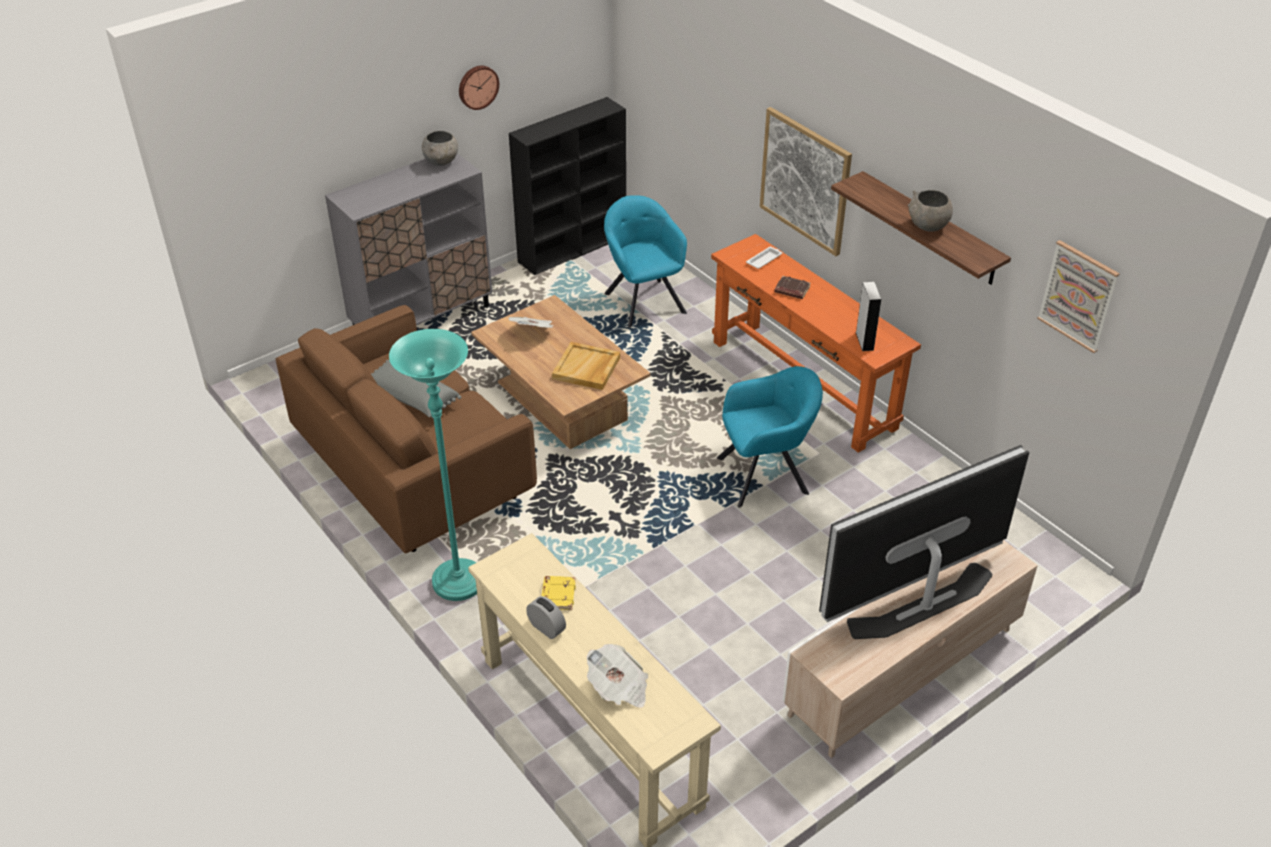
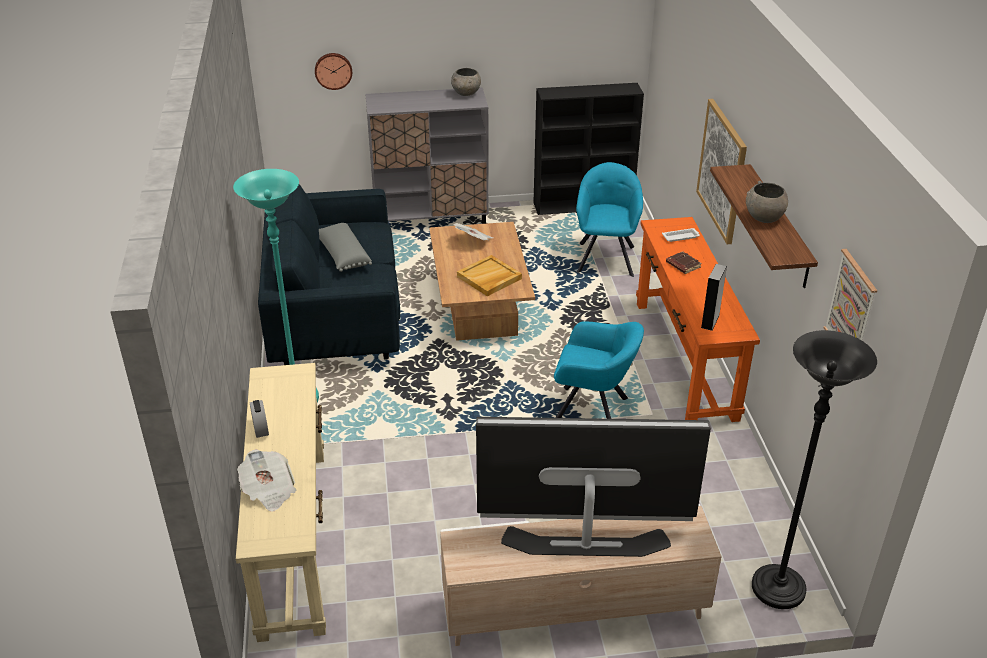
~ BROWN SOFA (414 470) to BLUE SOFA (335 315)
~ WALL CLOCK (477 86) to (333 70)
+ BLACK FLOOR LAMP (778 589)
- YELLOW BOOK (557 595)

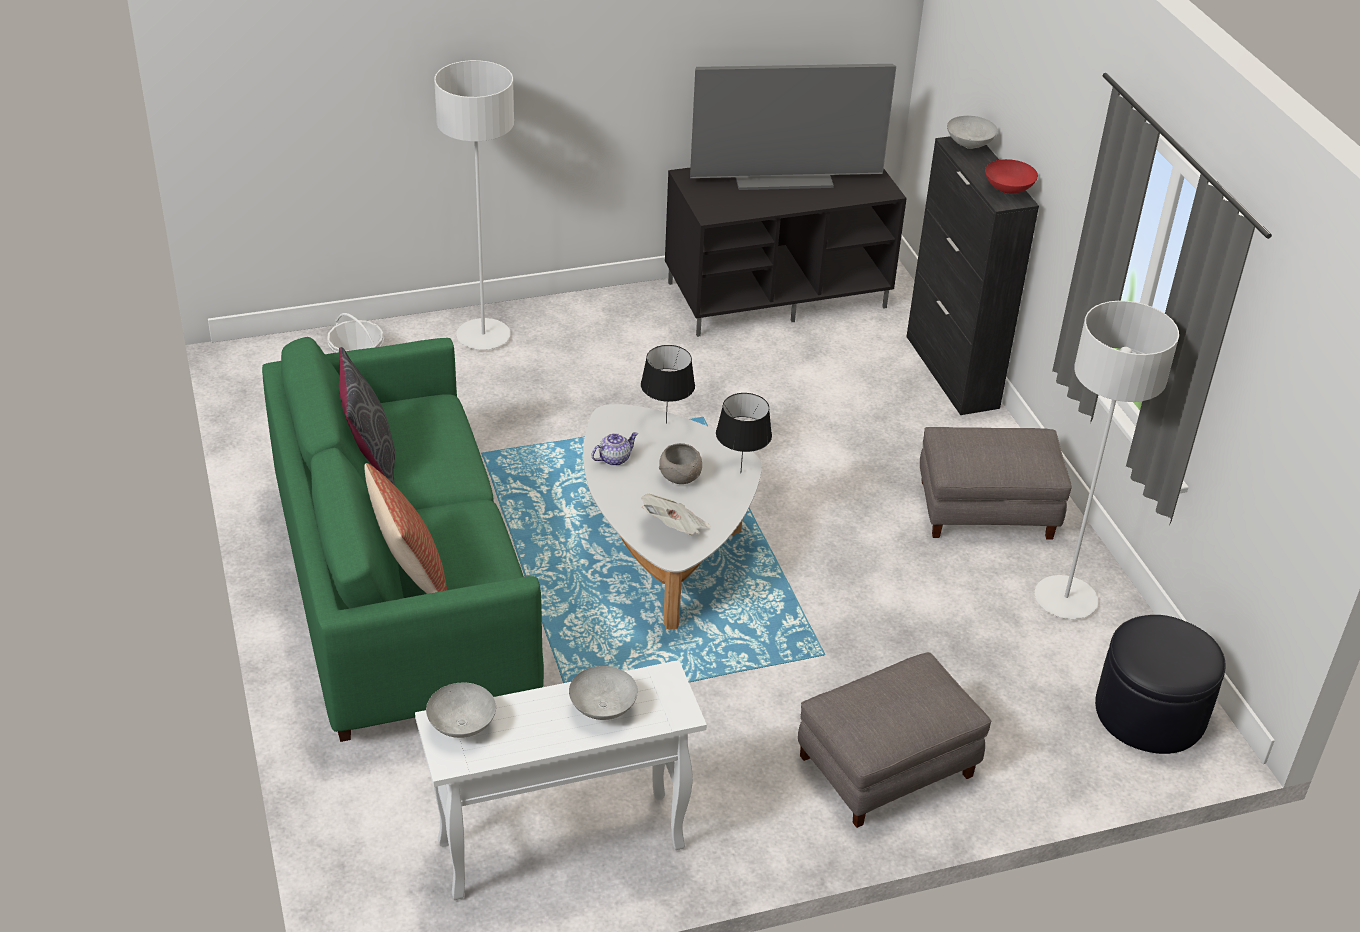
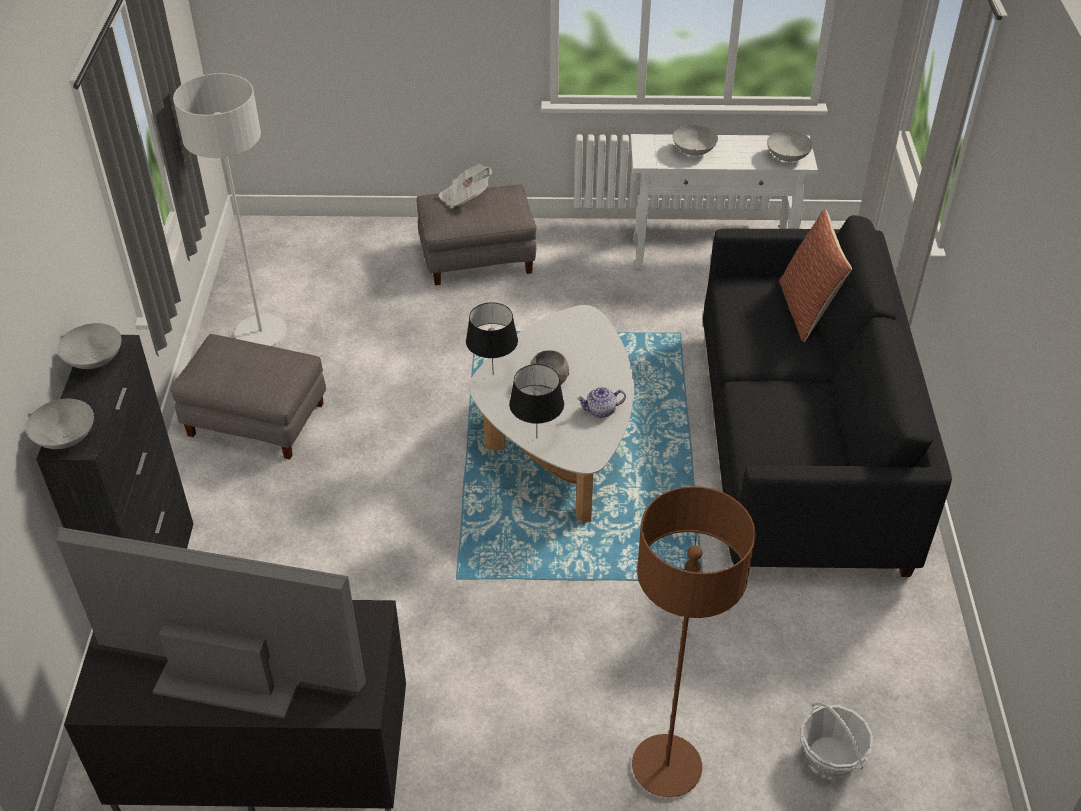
~ RED BOWL (1008 189) to GREY BOWL (94 361)
~ NEWSPAPER (675 529) to (465 197)
~ GREY FLOOR LAMP (483 336) to BROWN FLOOR LAMP (666 767)
~ GREEN SOFA (401 591) to BLACK SOFA (800 448)
- GREY PILLOW (371 461)
- BLACK OTTOMAN (1150 713)

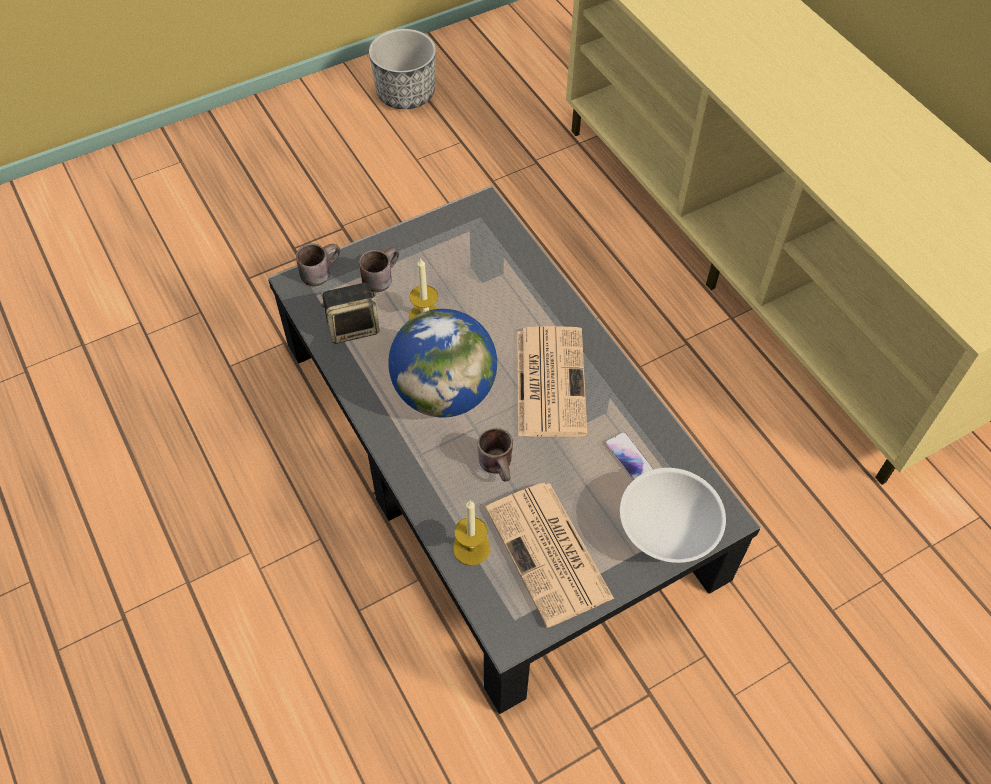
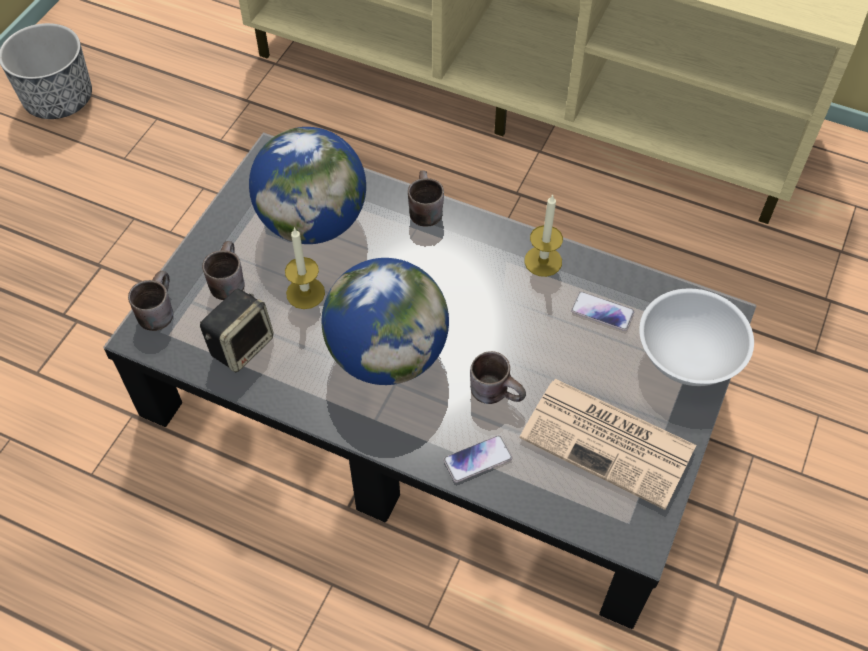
+ GLOBE (313 222)
+ BROWN MUG (422 209)
+ PHONE (477 459)
~ CANDLE (471 548) to (543 261)
- NEWSPAPER (549 380)

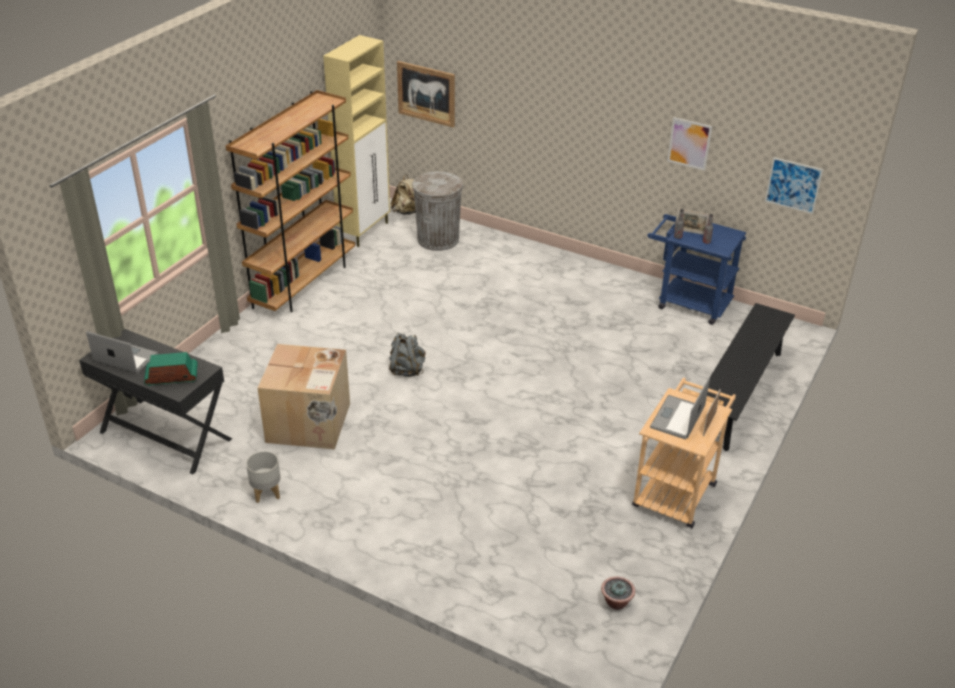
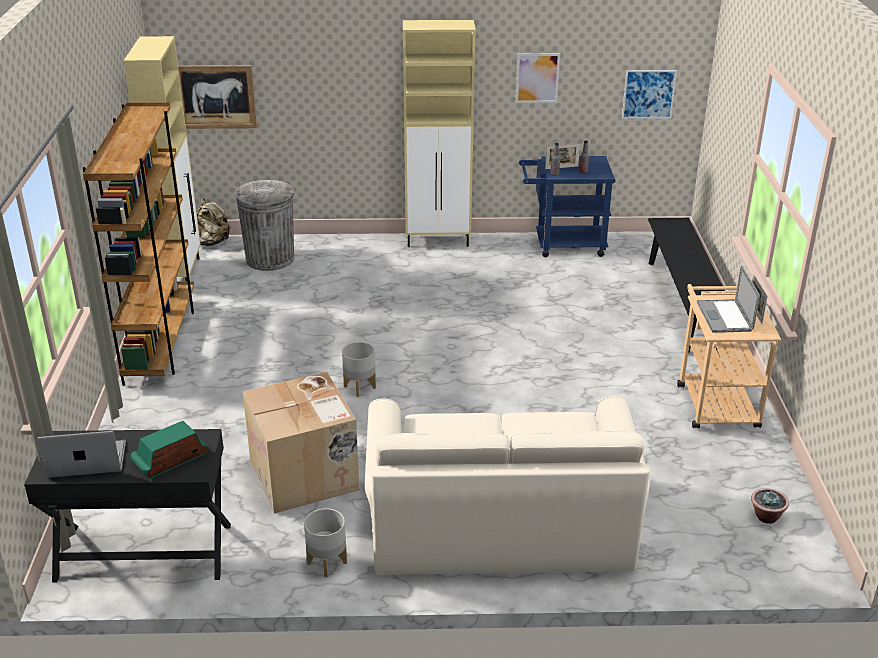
~ GREY BACKPACK (407 370) to GREY PLANTER (359 387)
+ BEIGE SOFA (499 520)
+ BEIGE CABINET (438 241)

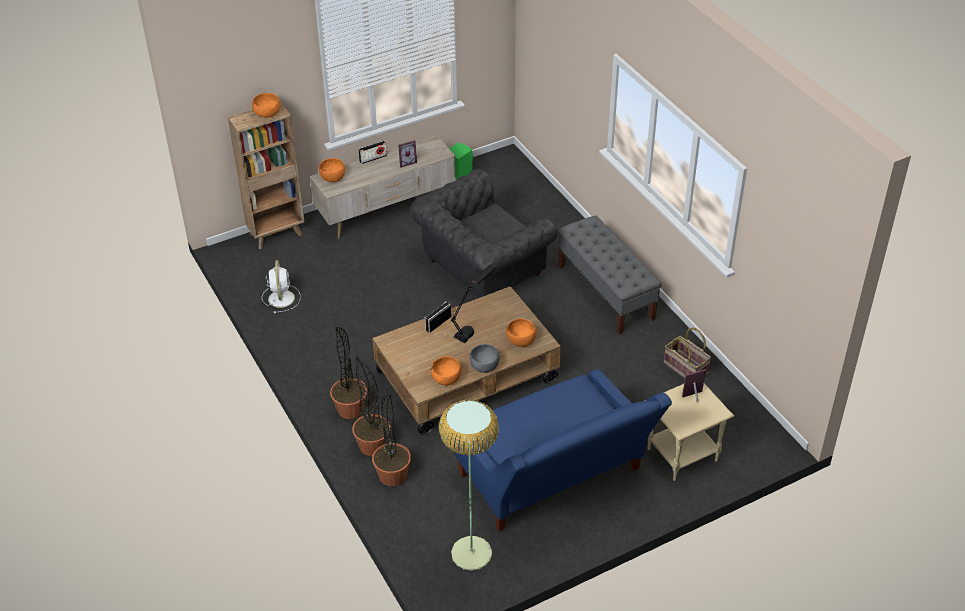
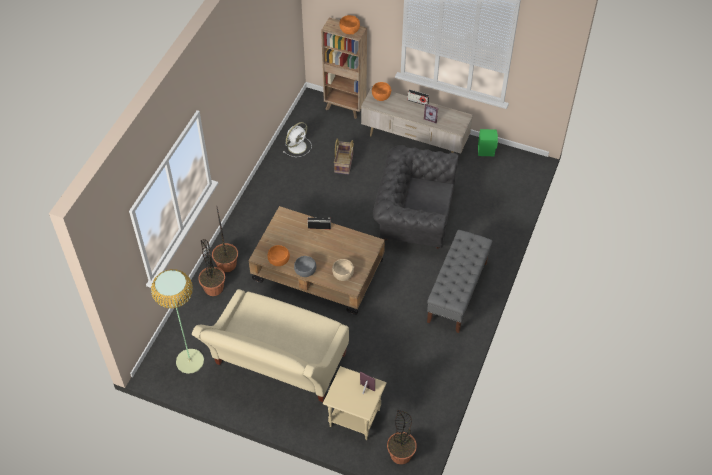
~ BLUE SOFA (555 479) to BEIGE SOFA (277 365)
~ ORANGE BOWL (521 341) to BEIGE BOWL (343 275)
~ BASKET (686 368) to (344 163)
~ POTTED PLANT (350 409) to (401 454)
- BLACK TABLE LAMP (473 327)

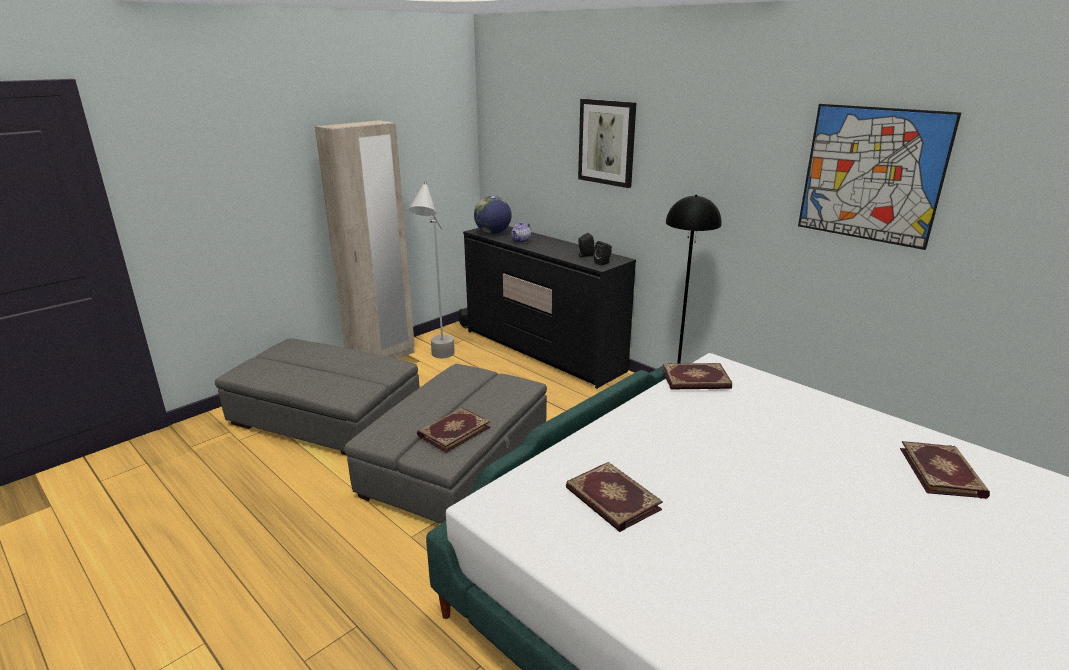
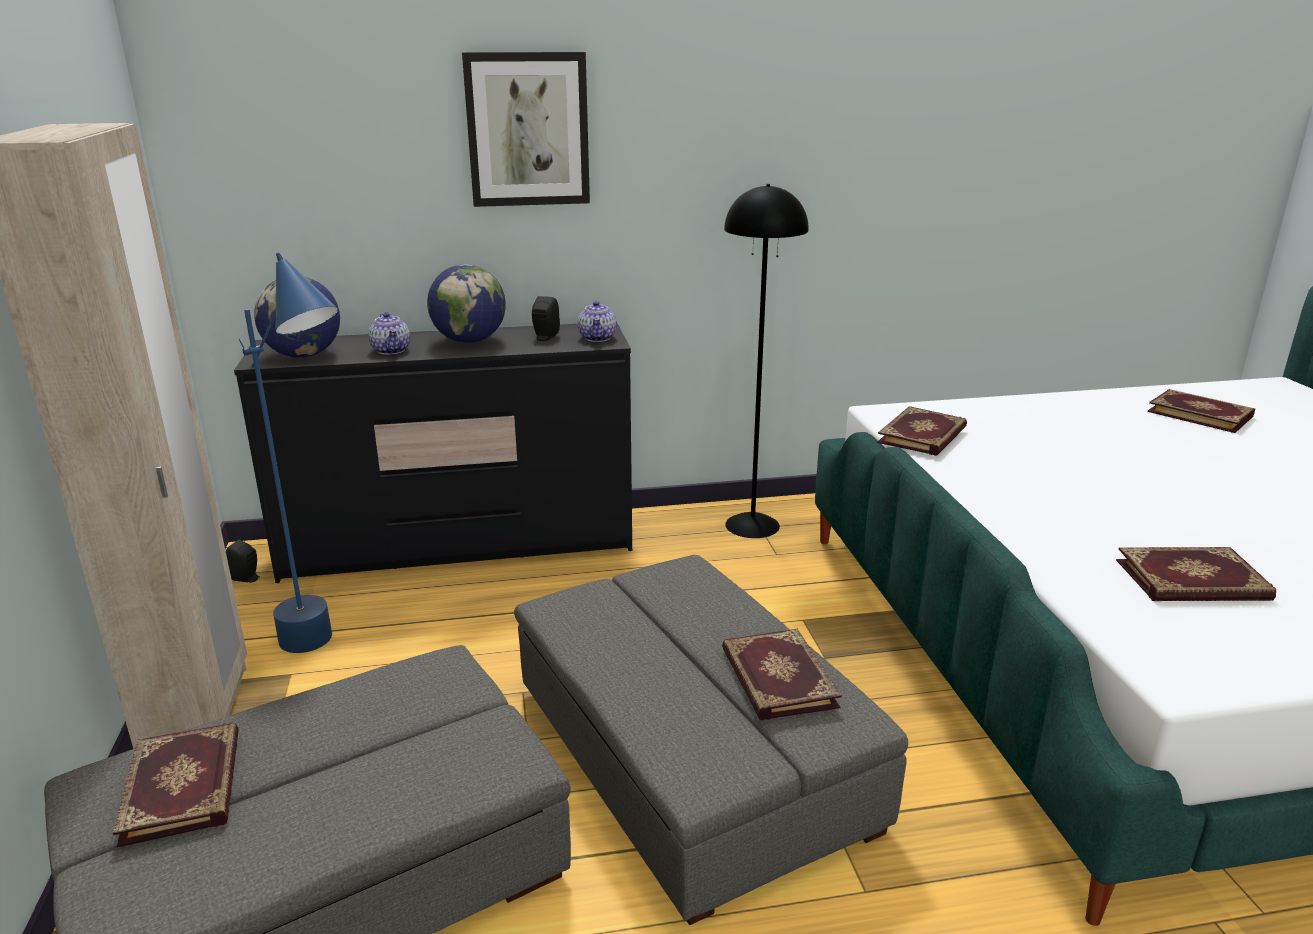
+ BOOK (185 786)
~ GREY FLOOR LAMP (439 362) to BLUE FLOOR LAMP (331 654)
+ GLOBE (469 341)
~ BLACK SPEAKER (603 263) to TEAPOT (598 338)
- PICTURE (871 174)

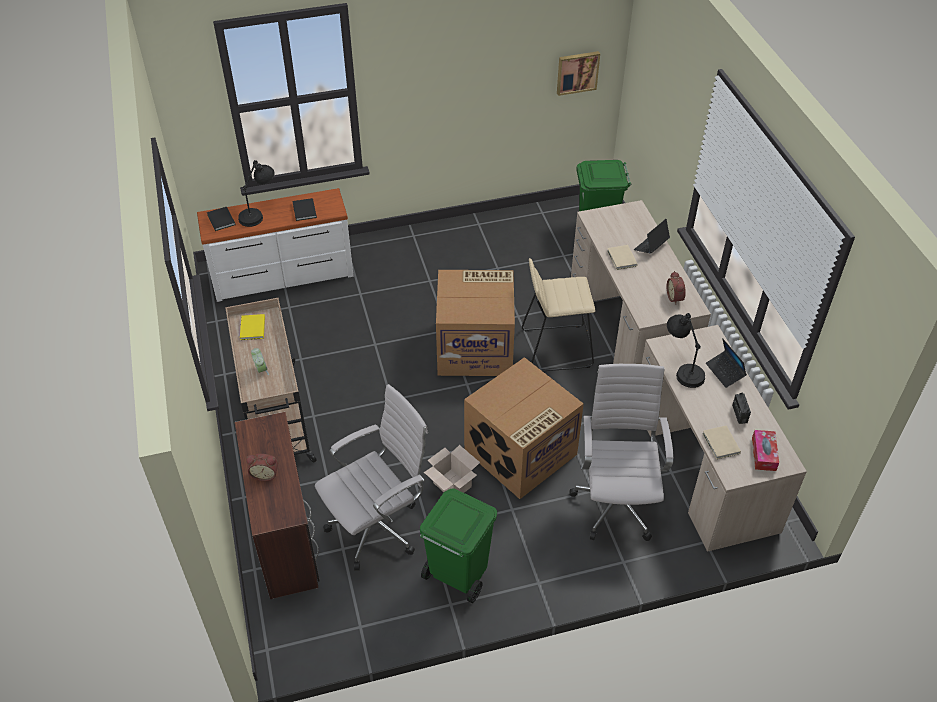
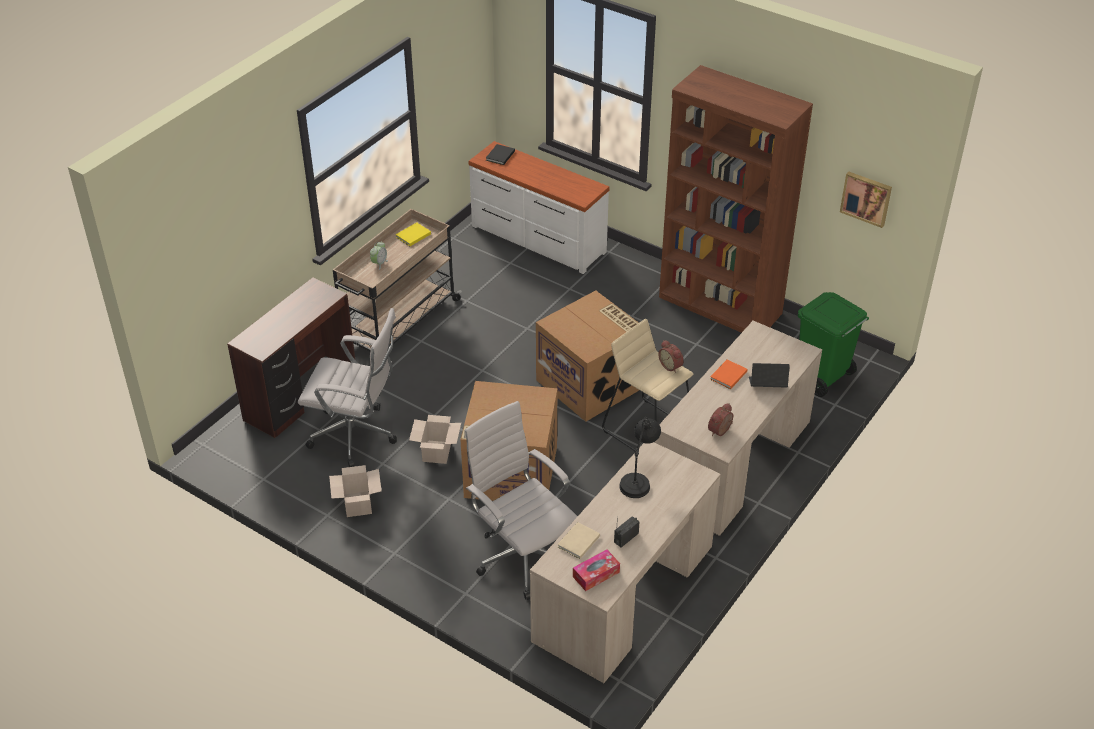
~ GREEN TRASH CAN (457 574) to CARDBOARD BOX (357 503)
~ WHITE OFFICE CHAIR (616 502) = (522 557) 90 degrees counterclockwise
~ ALARM CLOCK (265 474) to (671 366)
+ BROWN BOOKCASE (720 306)
~ BEIGE BOOK (621 259) to ORANGE BOOK (727 376)
- BLACK TABLE LAMP (259 212)
- BLACK BOOK (304 211)
- LAPTOP (725 372)

